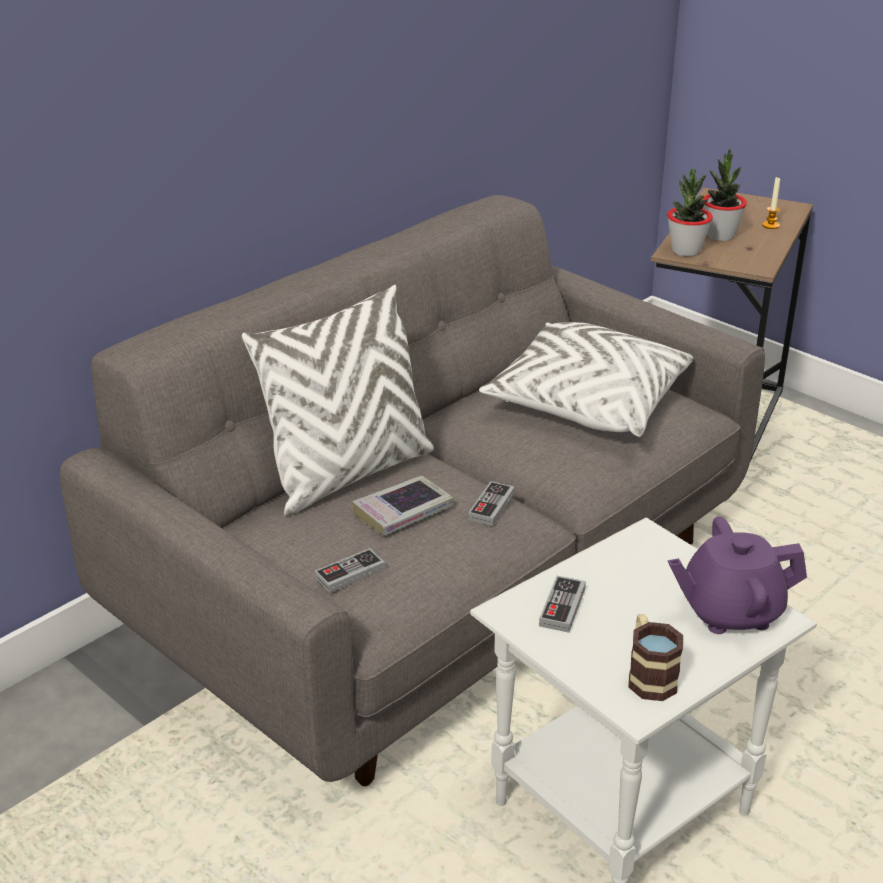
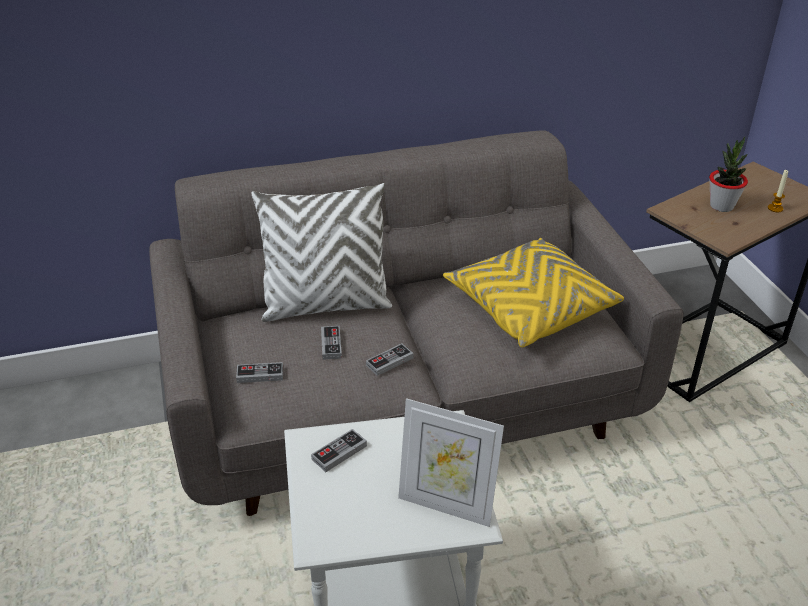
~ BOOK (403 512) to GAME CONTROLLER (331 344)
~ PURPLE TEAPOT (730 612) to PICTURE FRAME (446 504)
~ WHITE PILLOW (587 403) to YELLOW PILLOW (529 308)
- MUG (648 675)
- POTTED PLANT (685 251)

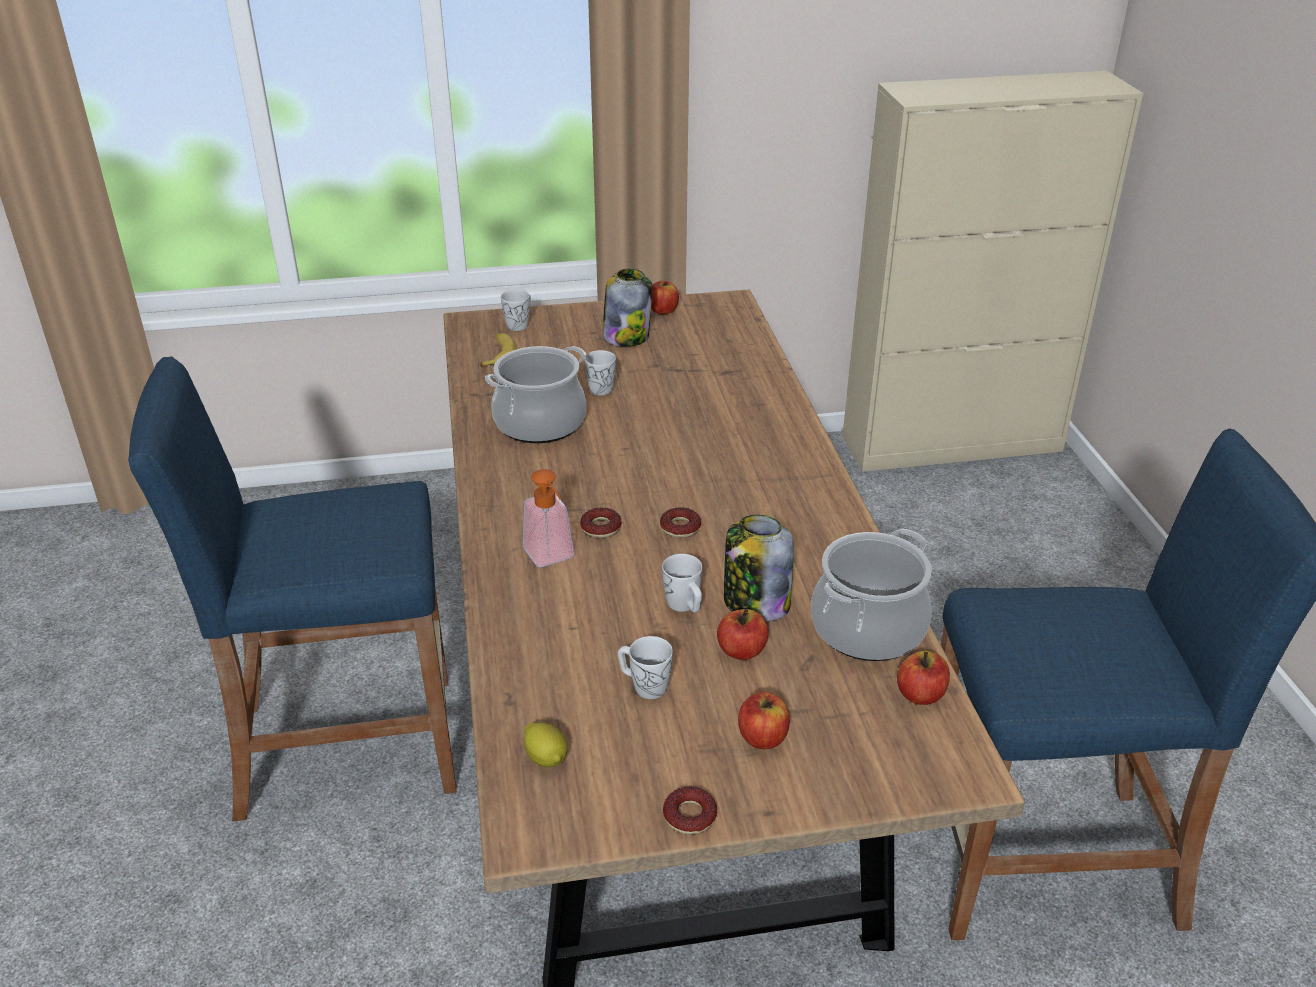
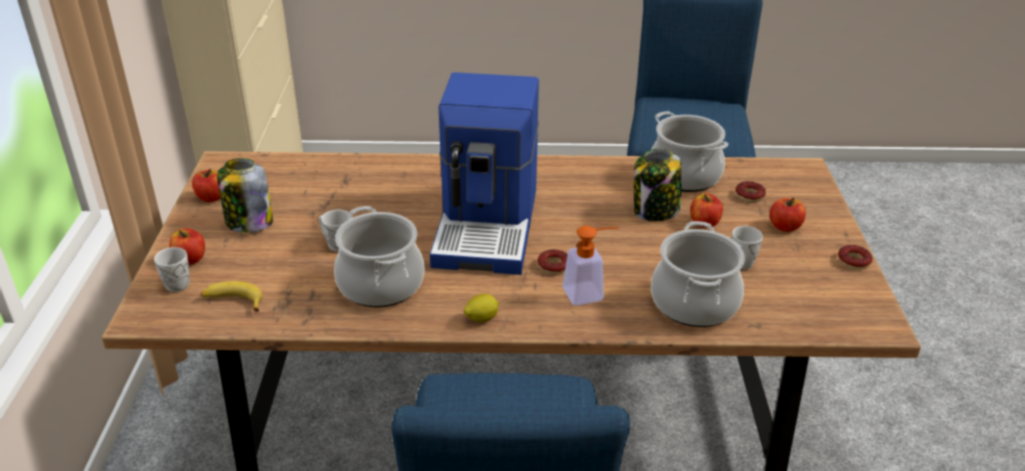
~ APPLE (920 694) to (190 259)
+ COFFEE MACHINE (488 226)
~ LEMON (546 758) to (481 319)
+ COOKING POT (694 303)
~ DONUT (680 527) to (749 195)
- WHITE MUG (685 606)

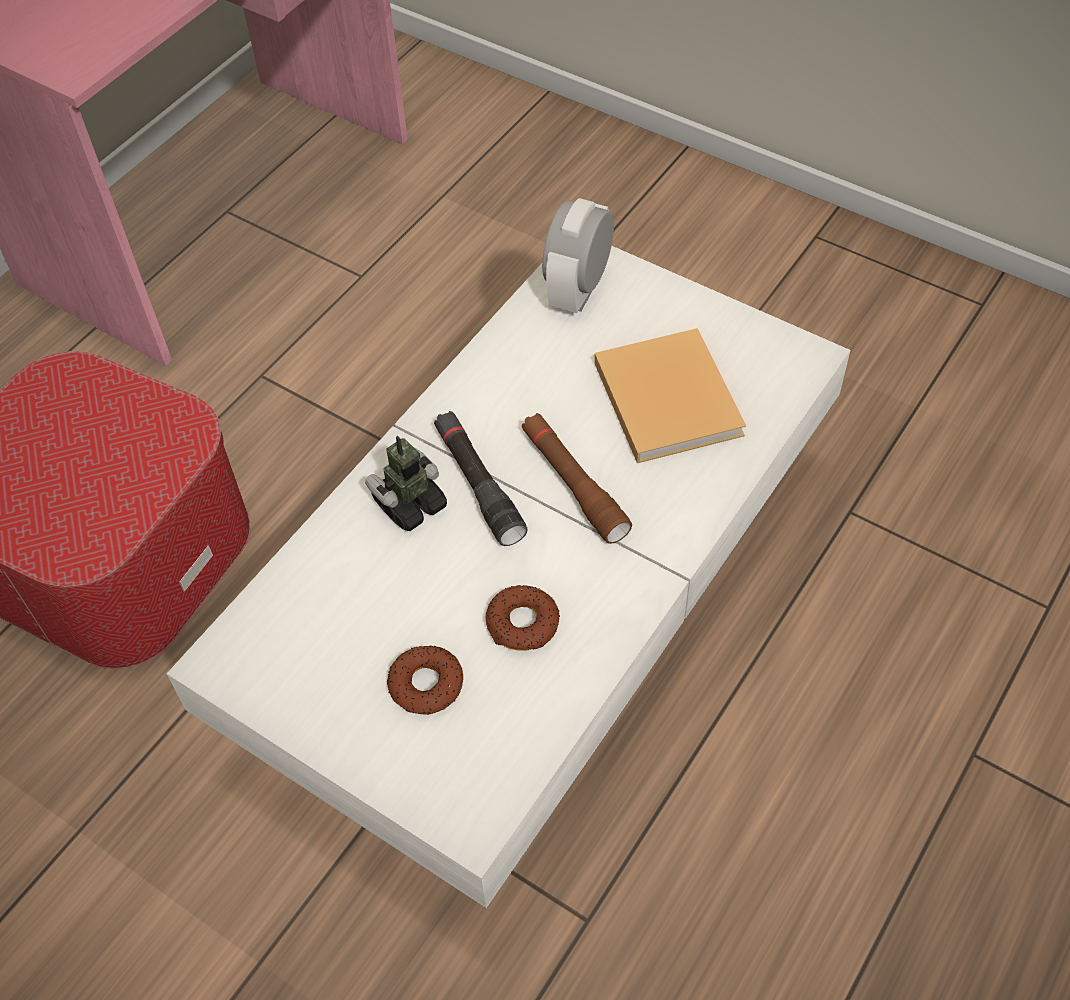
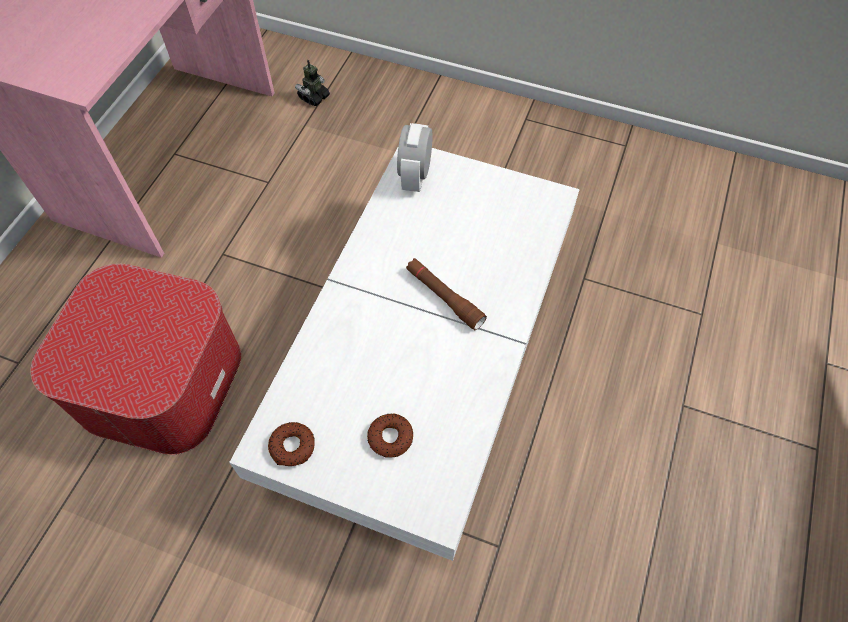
~ DONUT (522 623) to (292 446)
~ TOY ROBOT (410 504) to (314 97)
- BLACK FLASHLIGHT (478 484)
- BEIGE BOOK (666 395)

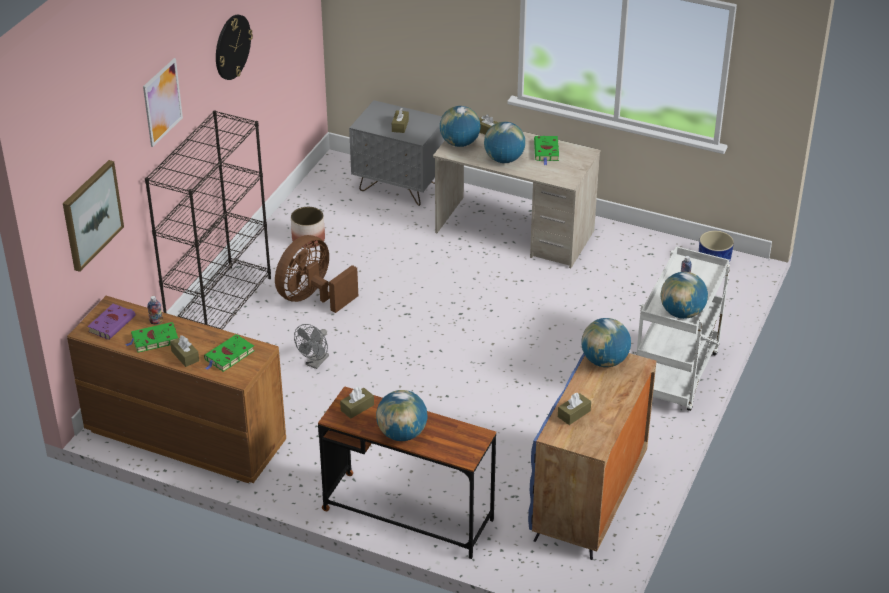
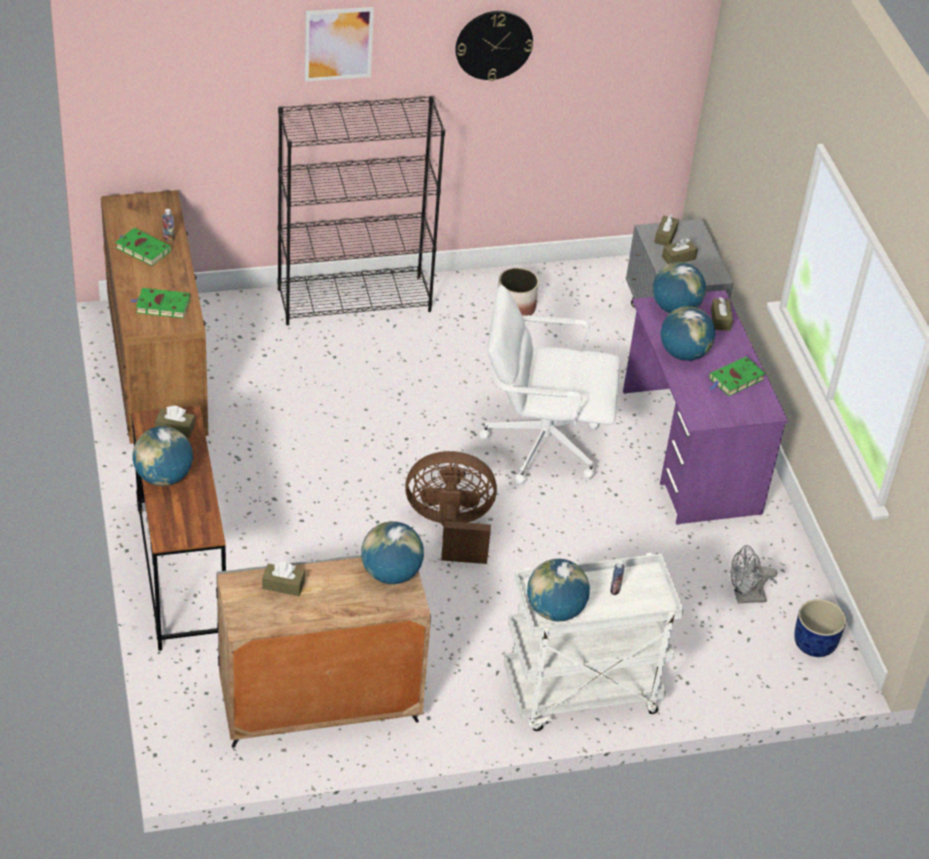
~ BLUE CABINET (588 500) to GREY CABINET (318 705)
~ BROWN FAN (312 298) to (451 528)
+ WHITE OFFICE CHAIR (541 444)
~ BEIGE DESK (514 232) to PURPLE DESK (690 452)
~ BROWN TISSUE BOX (185 356) to (665 236)
~ GREY FAN (315 363) to (744 597)
- PICTURE (91 214)
- PURPLE BOOK (112 323)

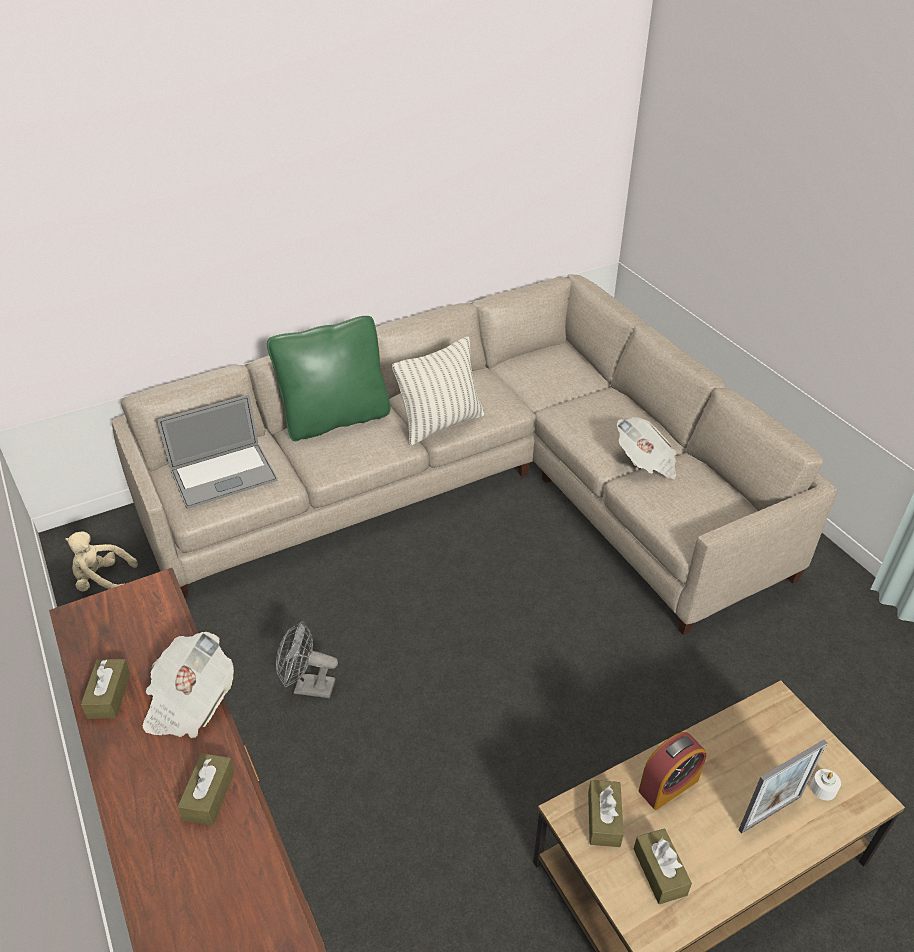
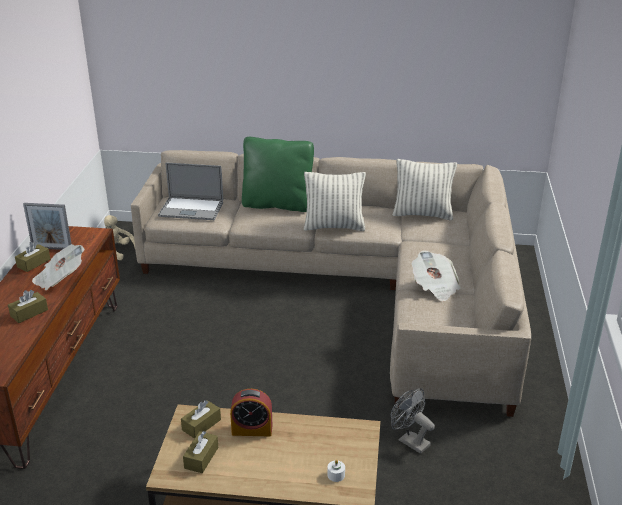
~ PICTURE FRAME (770 813) to (52 248)
~ GREY FAN (307 687) to (410 441)
+ PILLOW (422 214)

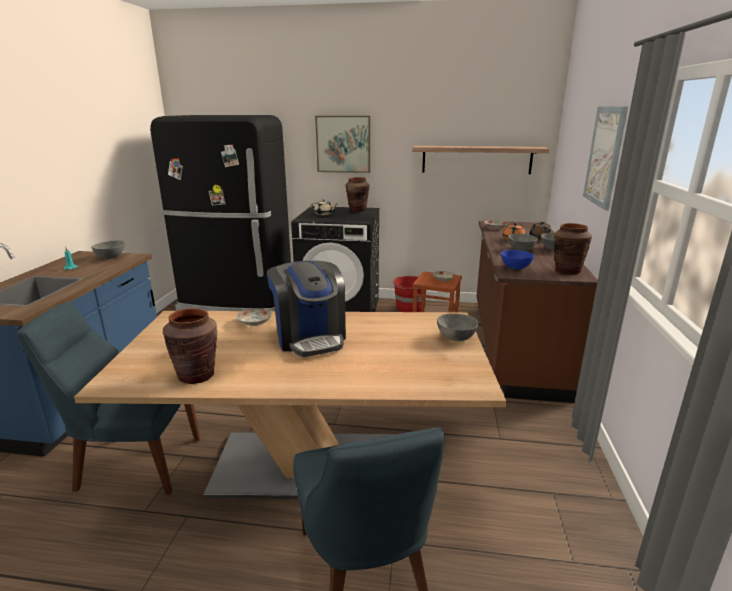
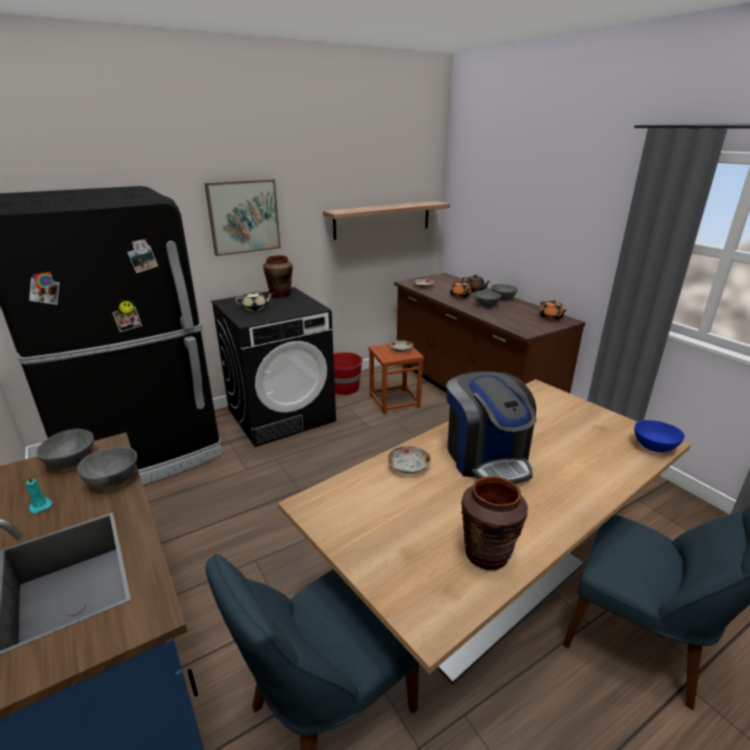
~ GREY BOWL (455 338) to (111 481)
~ COFFEE MACHINE (310 337) = (486 458) 45 degrees clockwise
~ BROWN VASE (567 271) to ORANGE TEAPOT (551 318)
~ BLUE BOWL (515 268) to (655 448)
- PICTURE (604 156)

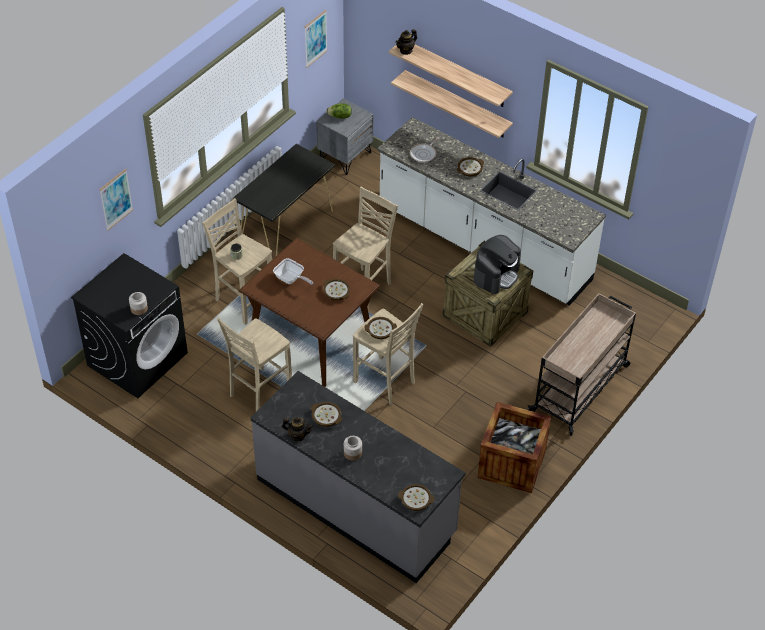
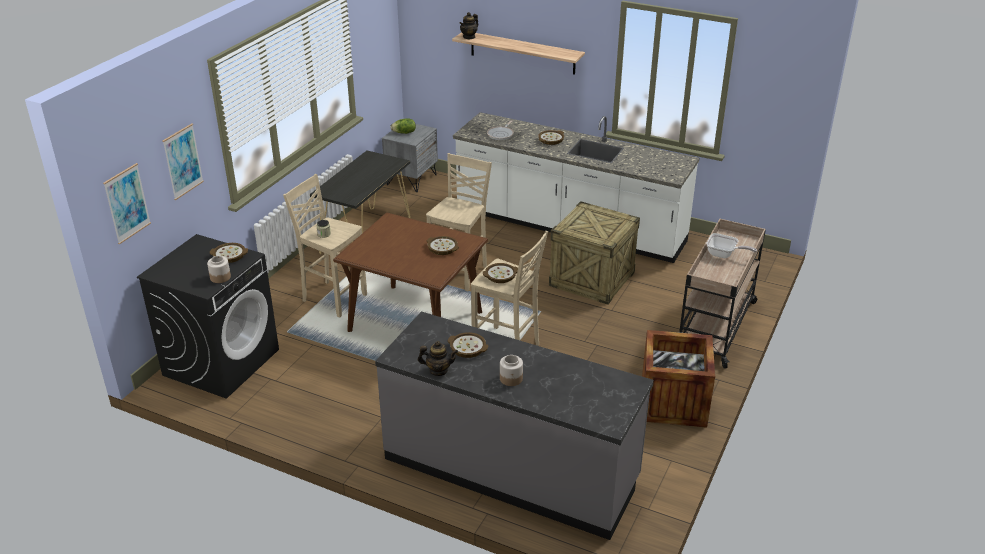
~ PICTURE (315 38) to (127 203)
~ BOWL (416 500) to (229 256)
~ FRYING PAN (291 279) to (724 255)
- BEIGE STOOL (259 393)
- SHELF (457 104)
- COFFEE MACHINE (496 274)

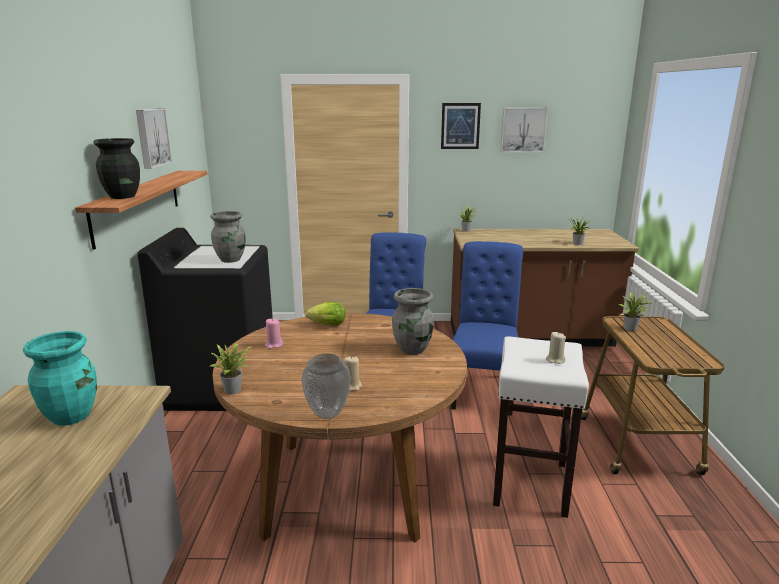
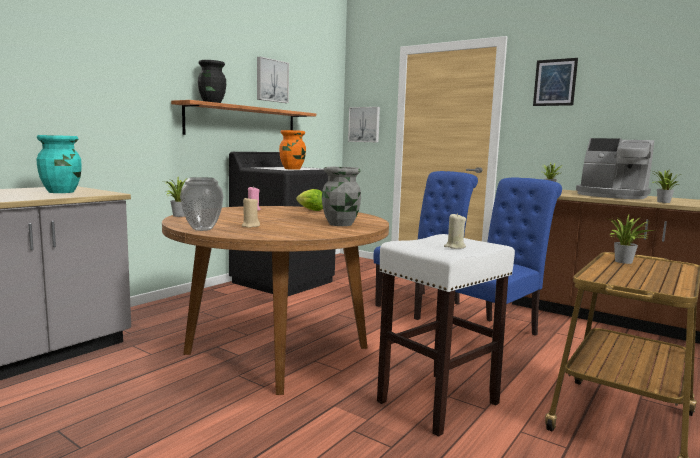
~ GREY VASE (231 260) to ORANGE VASE (292 169)
~ PICTURE (523 130) to (364 124)
+ COFFEE MACHINE (612 196)

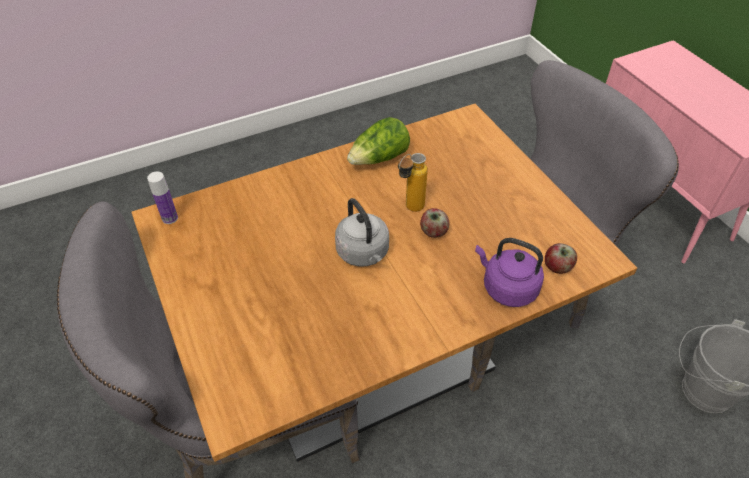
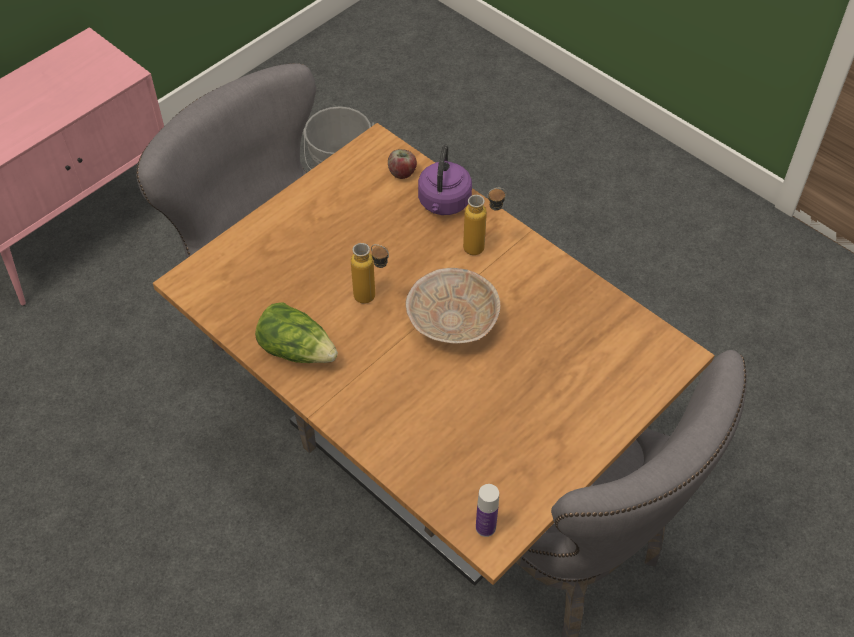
~ GREY KETTLE (364 254) to BEIGE BOWL (452 319)
+ BOTTLE (482 247)
- APPLE (433 232)

